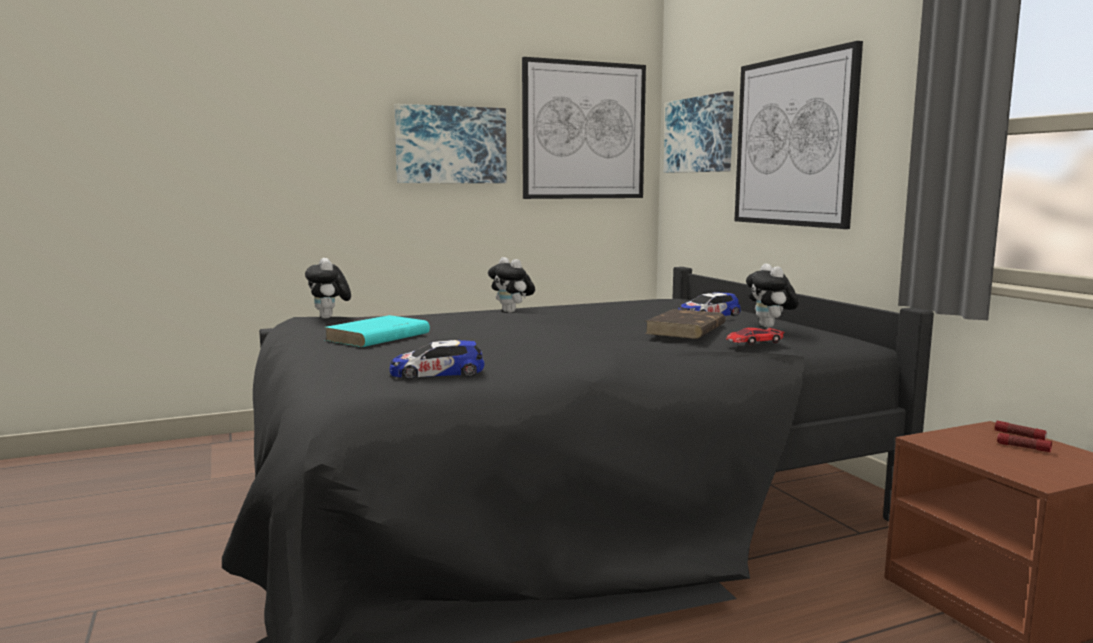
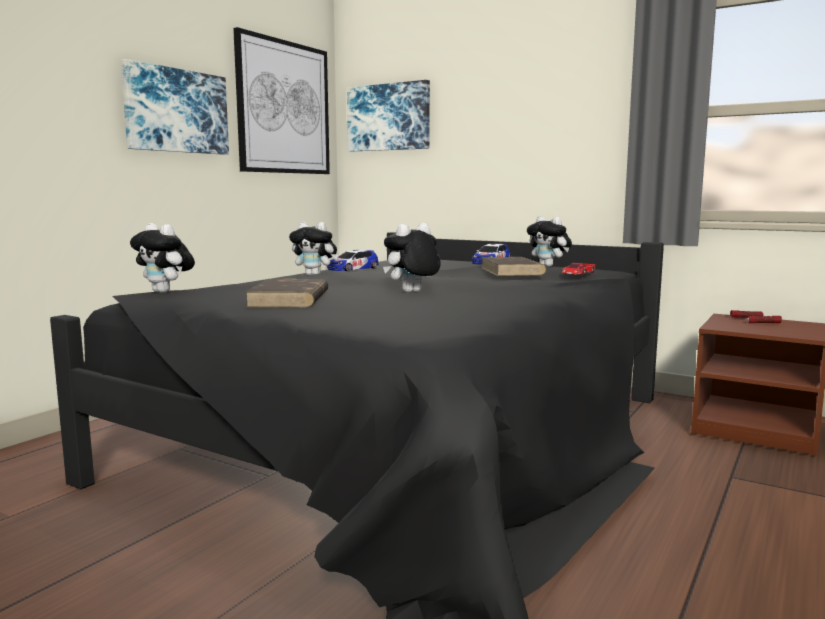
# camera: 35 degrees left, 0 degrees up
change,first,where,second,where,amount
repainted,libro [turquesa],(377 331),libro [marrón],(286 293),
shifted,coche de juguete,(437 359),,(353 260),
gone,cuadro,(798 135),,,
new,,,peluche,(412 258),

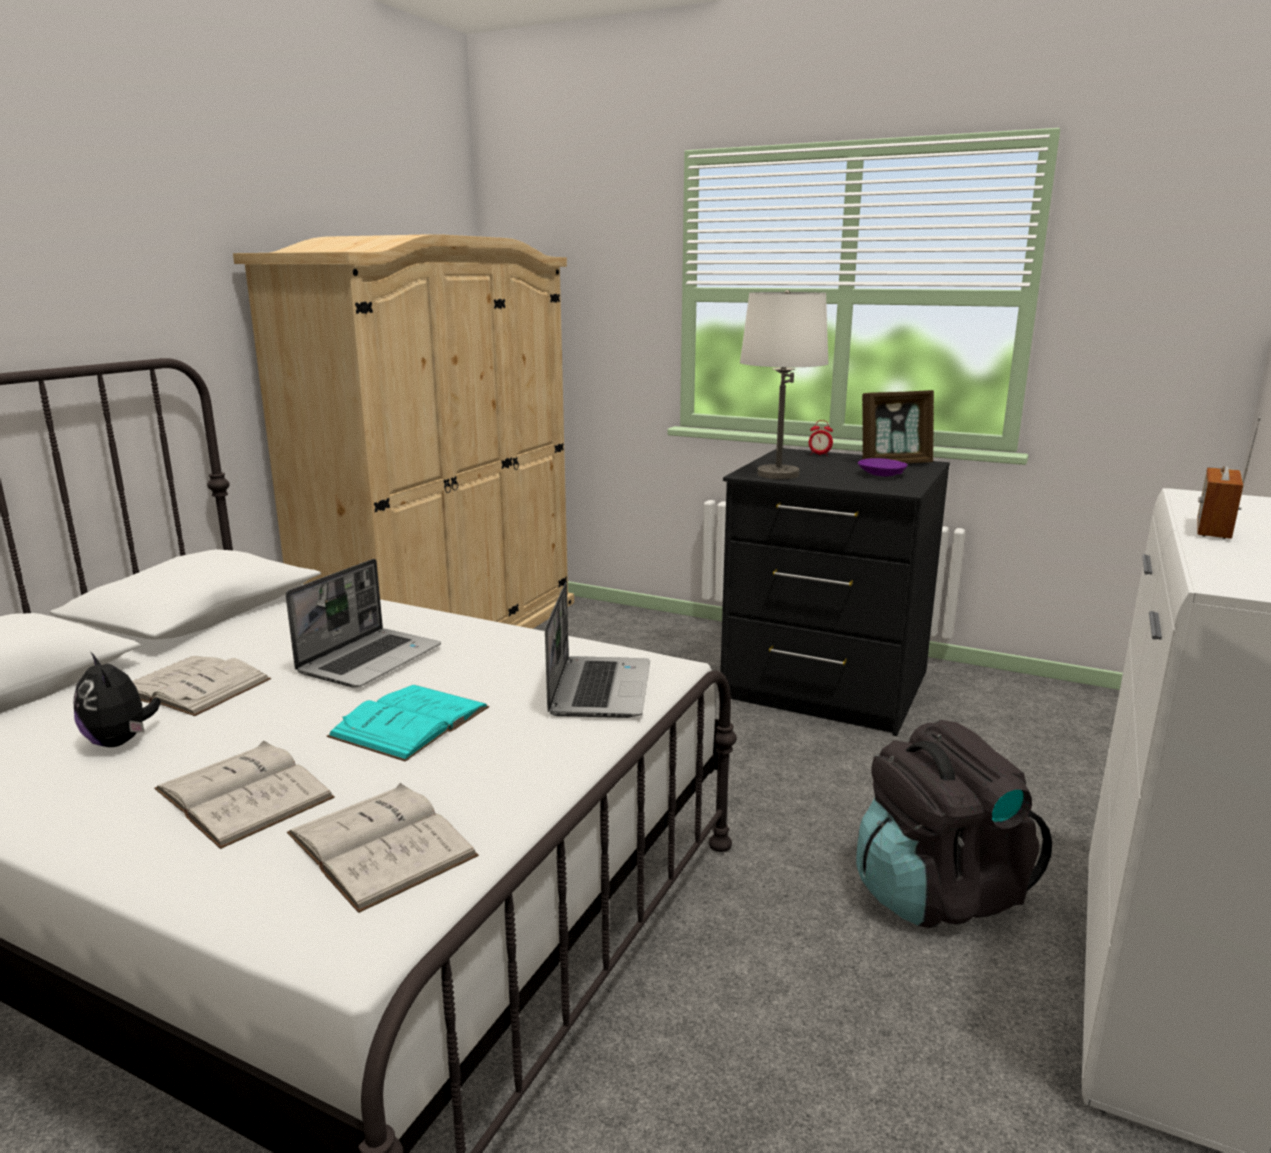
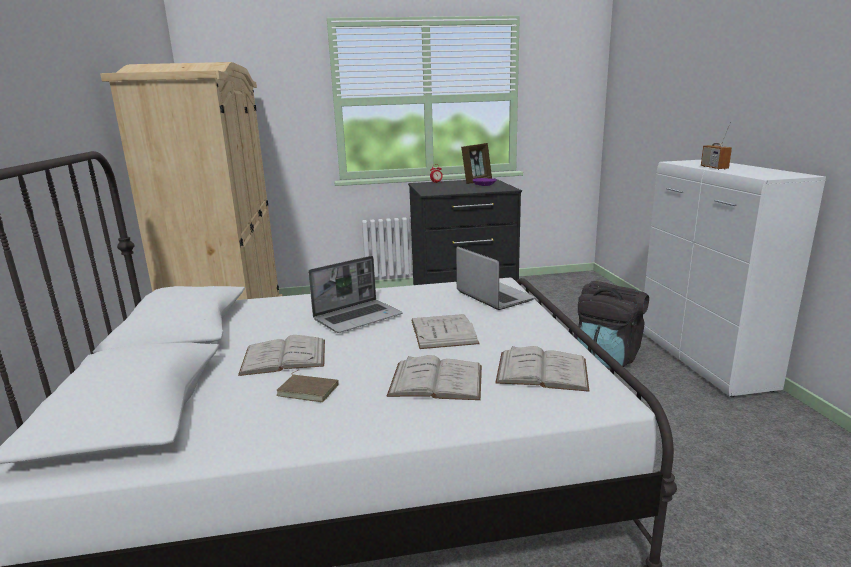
# camera: 35 degrees left, 0 degrees up
change,first,where,second,where,amount
swapped,peluche,(117 699),libro [marrón],(307 386),
rotated,portátil,(363 623),,(355 294),60 degrees clockwise
repainted,libro [turquesa],(408 723),libro [blanco],(445 331),
gone,lámpara de mesa [blanco],(784 384),,,

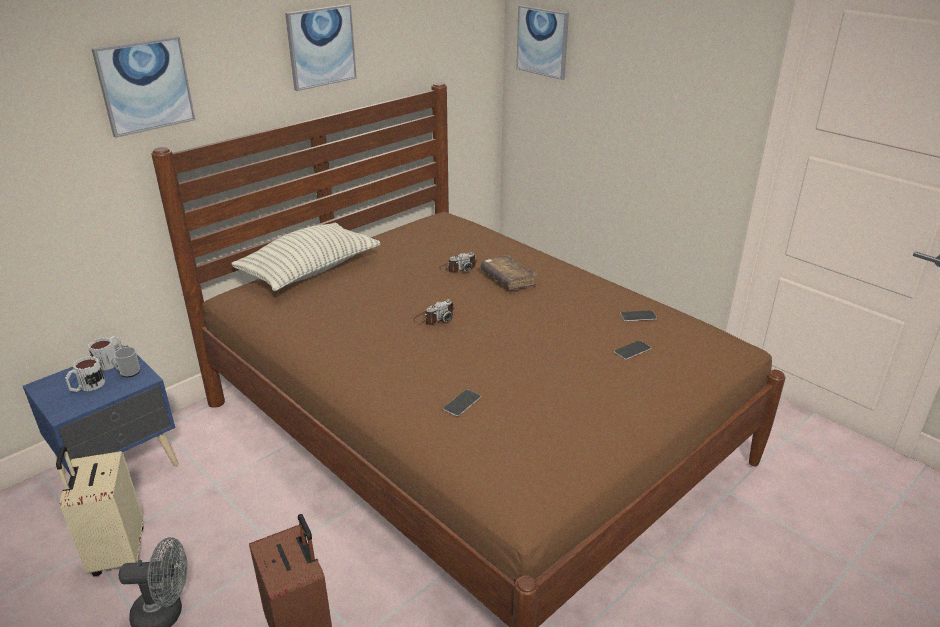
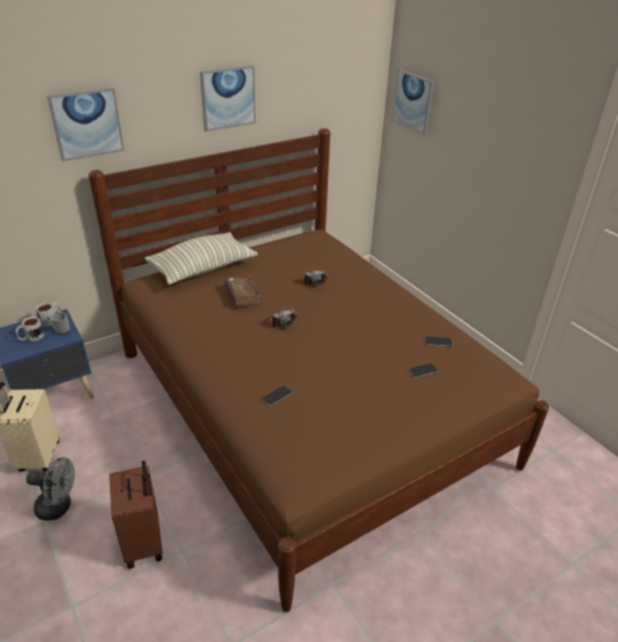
# camera: 10 degrees right, 5 degrees up
change,first,where,second,where,amount
shifted,libro [marrón],(509 272),,(243 291),

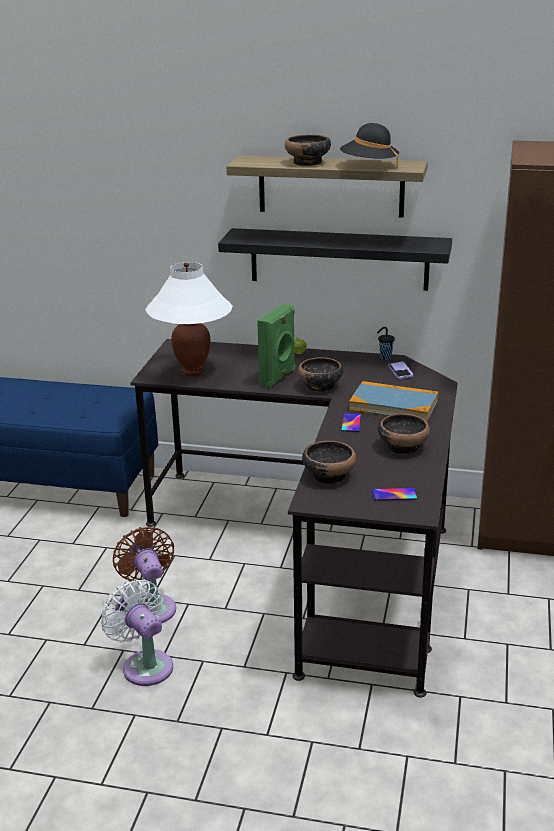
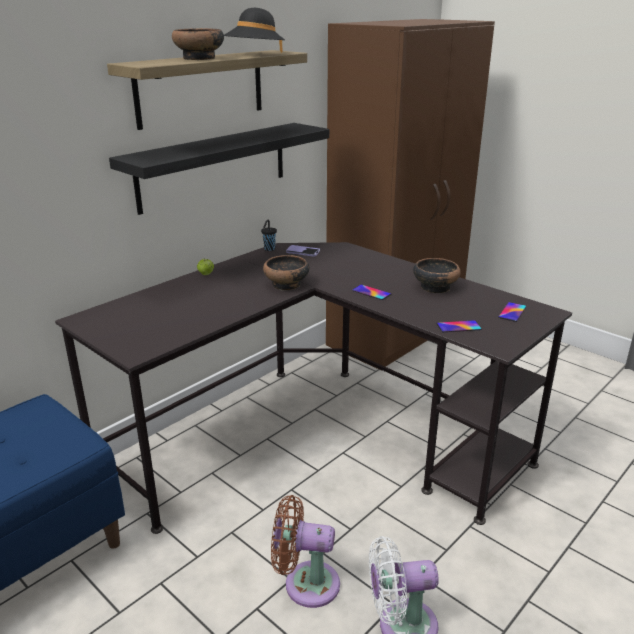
# camera: 60 degrees left, 0 degrees up
change,first,where,second,where,amount
gone,lámpara de mesa [blanco],(189 319),,,
gone,altavoz [verde],(276 346),,,
swapped,cuenco,(329 463),móvil,(459 326),
gone,libro,(394 401),,,

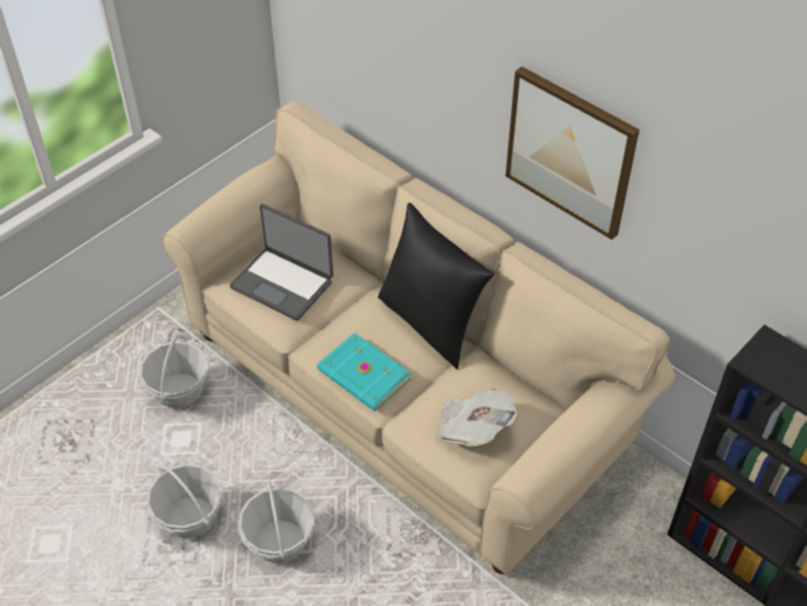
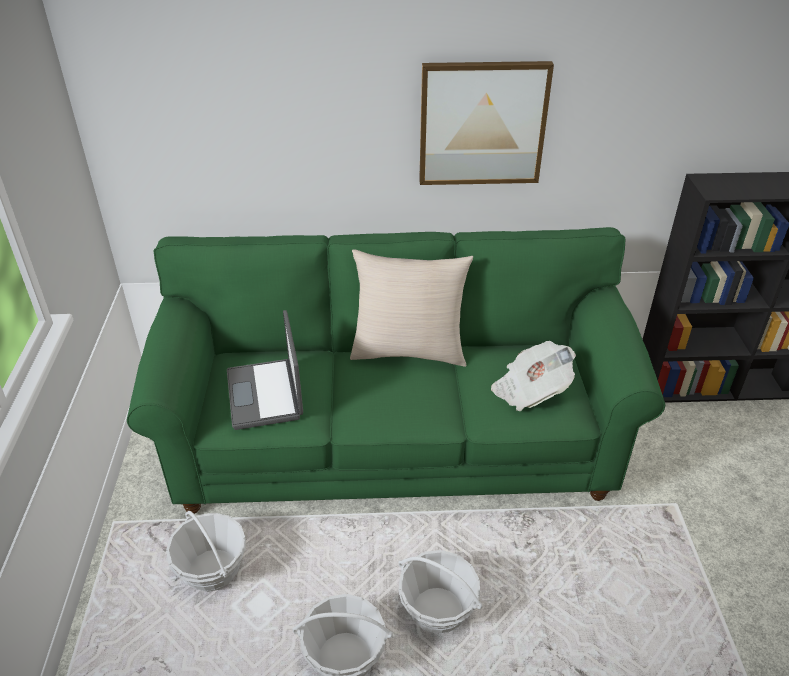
# camera: 45 degrees left, 10 degrees down
change,first,where,second,where,amount
repainted,sofá [beis],(418 338),sofá [verde],(396 370),
rotated,portátil,(281 262),,(265 370),90 degrees clockwise
gone,libro [turquesa],(364 372),,,
repainted,cojín [negro],(436 286),cojín [beis],(411 308),

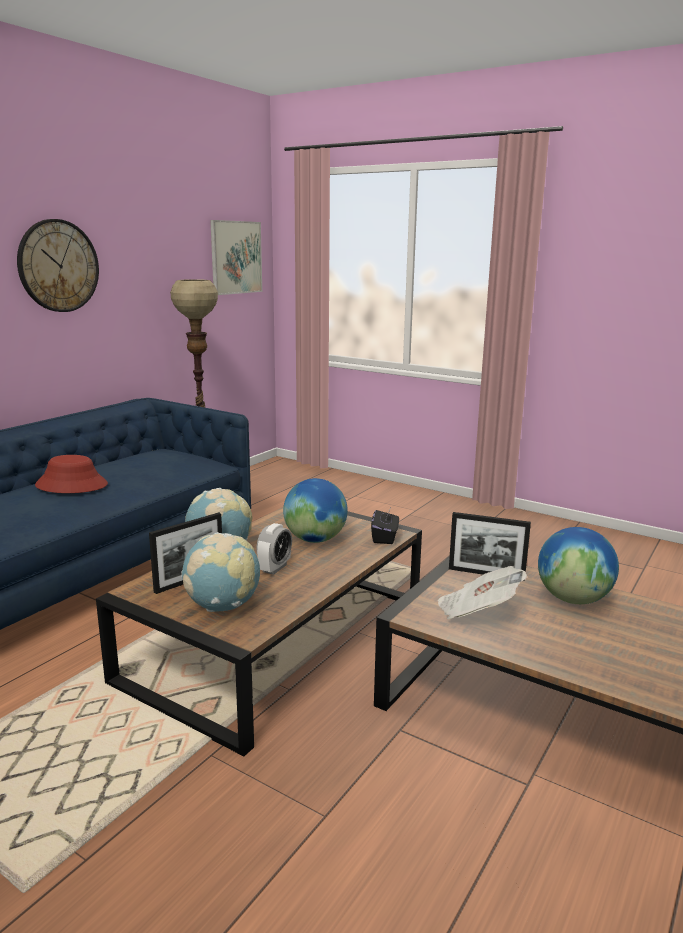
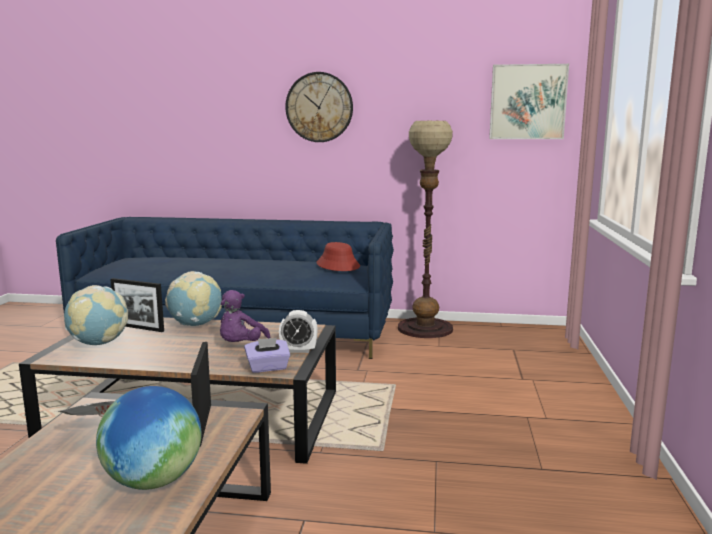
# camera: 65 degrees right, 5 degrees down
change,first,where,second,where,amount
shifted,sombrero [rojo],(71 474),,(338 256),
shifted,despertador,(274 549),,(298 331),
swapped,globo terráqueo,(315 510),peluche [morado],(245 316),
repainted,caja de pañuelos [negro],(385 527),caja de pañuelos [morado],(267 355),

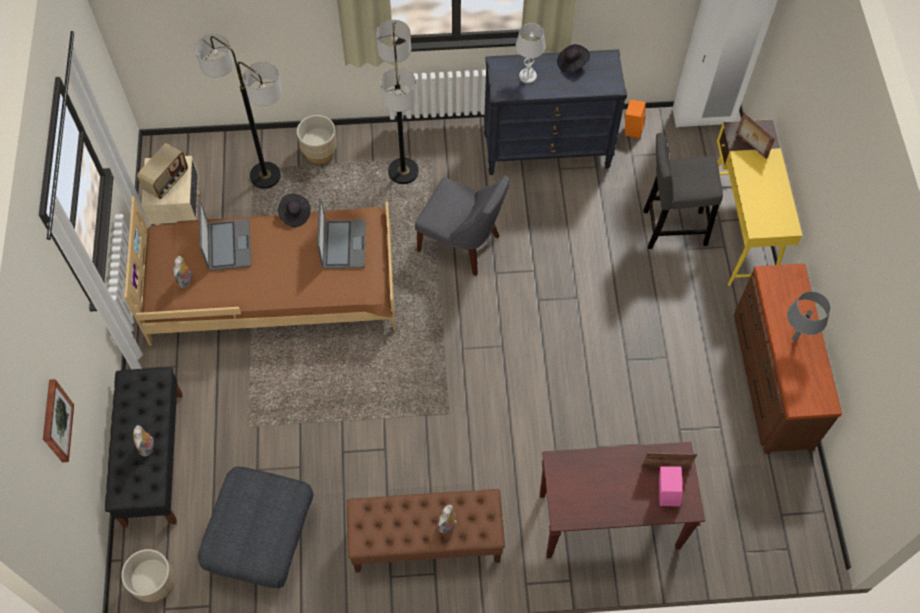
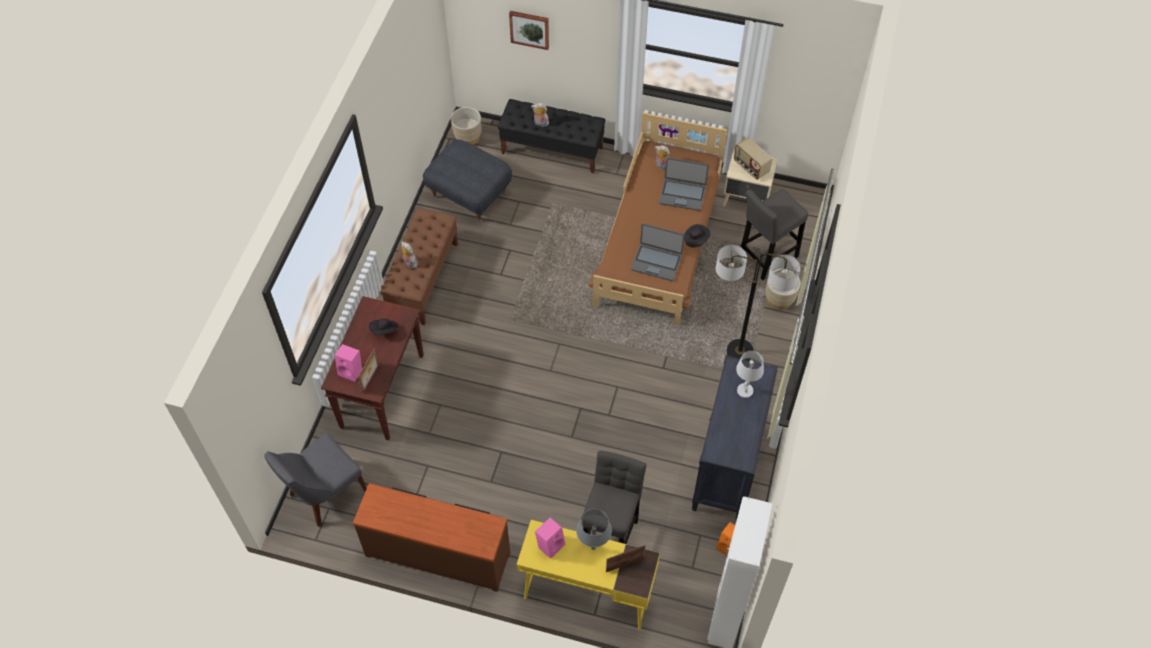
# camera: 110 degrees right, 5 degrees down
change,first,where,second,where,amount
swapped,lámpara de pie,(238 111),taburete [gris],(774 234),
shifted,silla [gris],(462 225),,(315 480),
shifted,sombrero [negro],(573 58),,(383 326),
shifted,lámpara de mesa [gris],(809 316),,(594 529),
new,,,altavoz [rosa],(550 538),

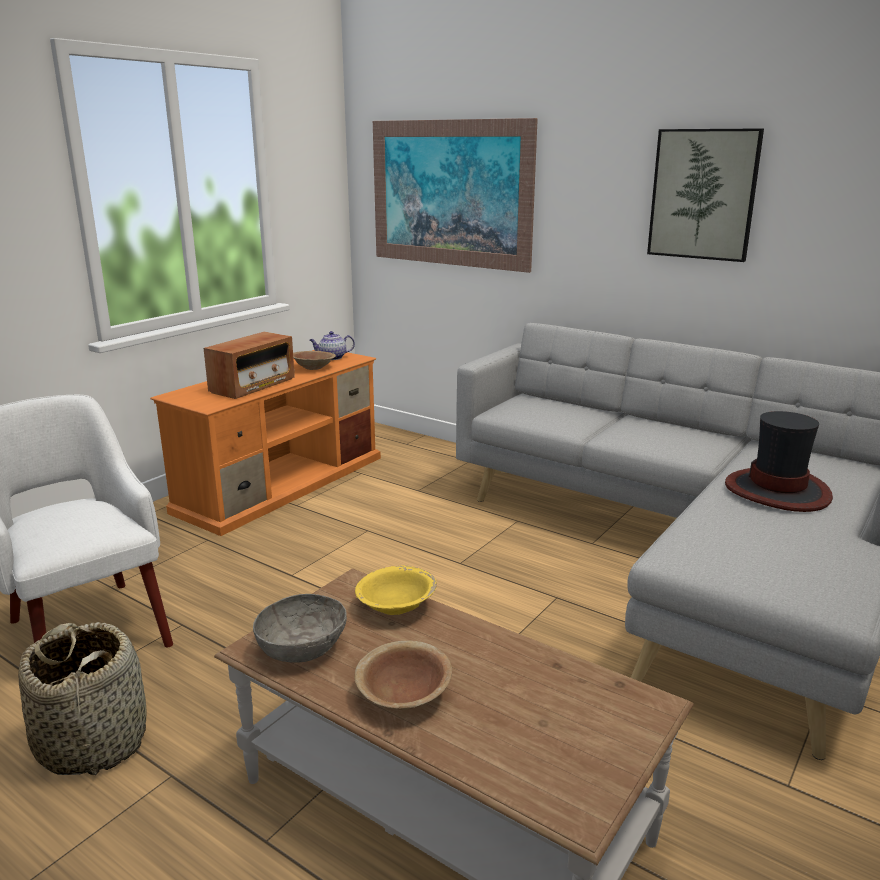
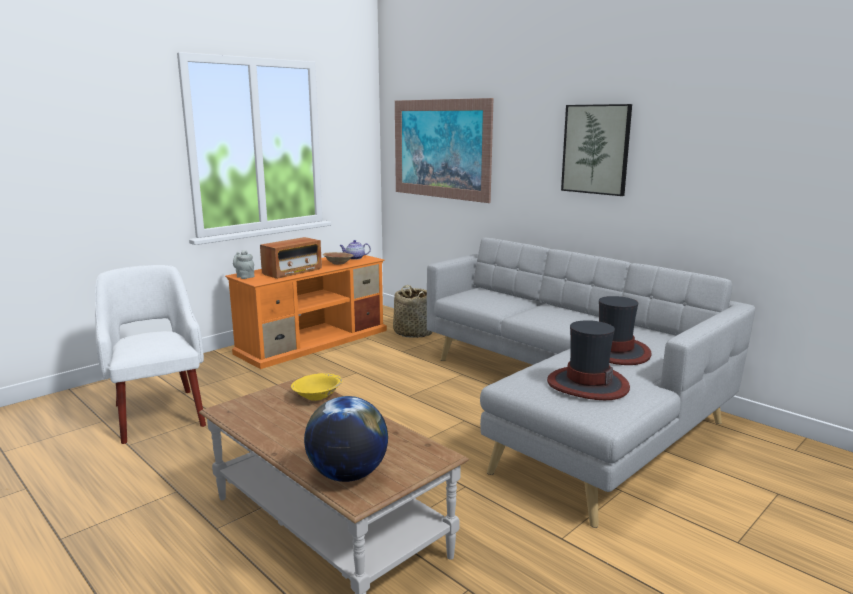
# camera: 10 degrees right, 5 degrees down
change,first,where,second,where,amount
shifted,cesta,(82 698),,(412 311),
gone,cuenco [gris],(300 628),,,
gone,cuenco [marrón],(403 675),,,
new,,,tetera [gris],(244 264),
new,,,globo terráqueo,(346 439),
new,,,sombrero,(588 360),

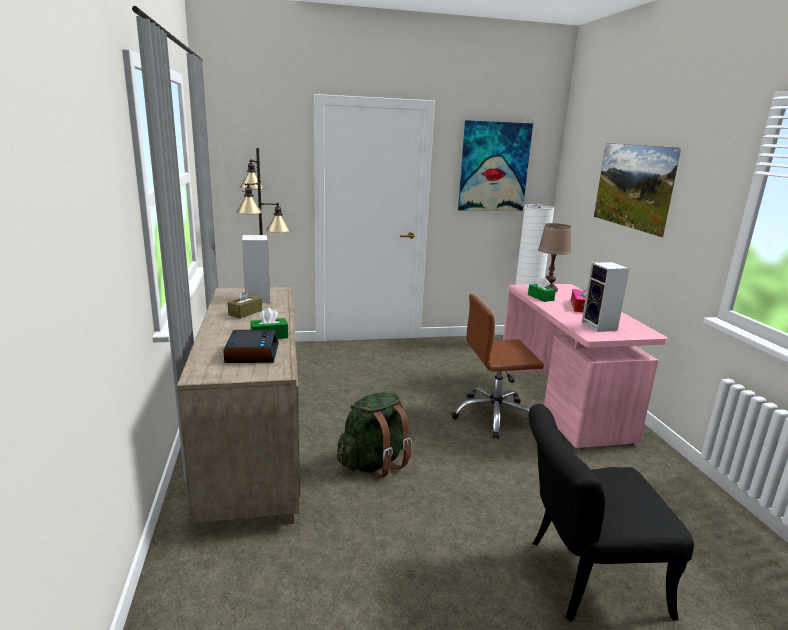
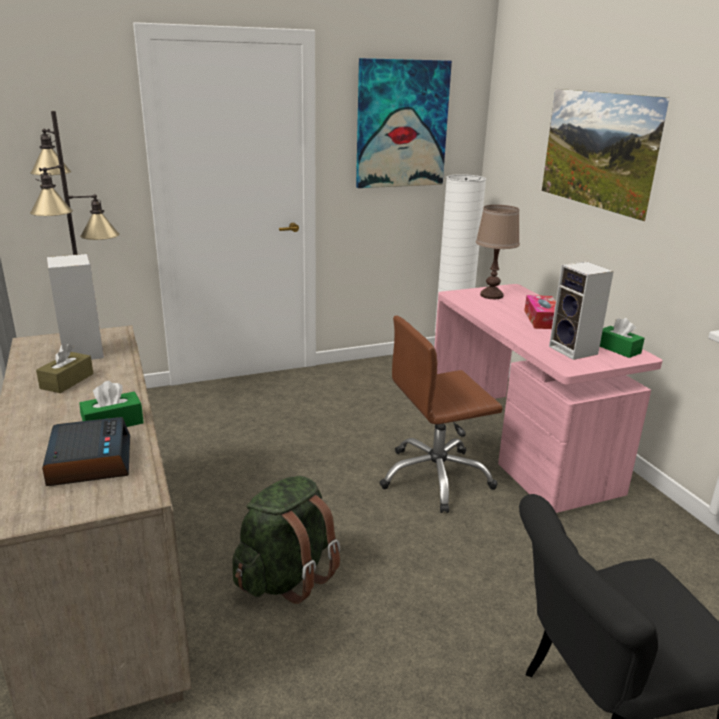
# camera: 10 degrees left, 5 degrees up
change,first,where,second,where,amount
shifted,caja de pañuelos [verde],(542 289),,(622 338),

